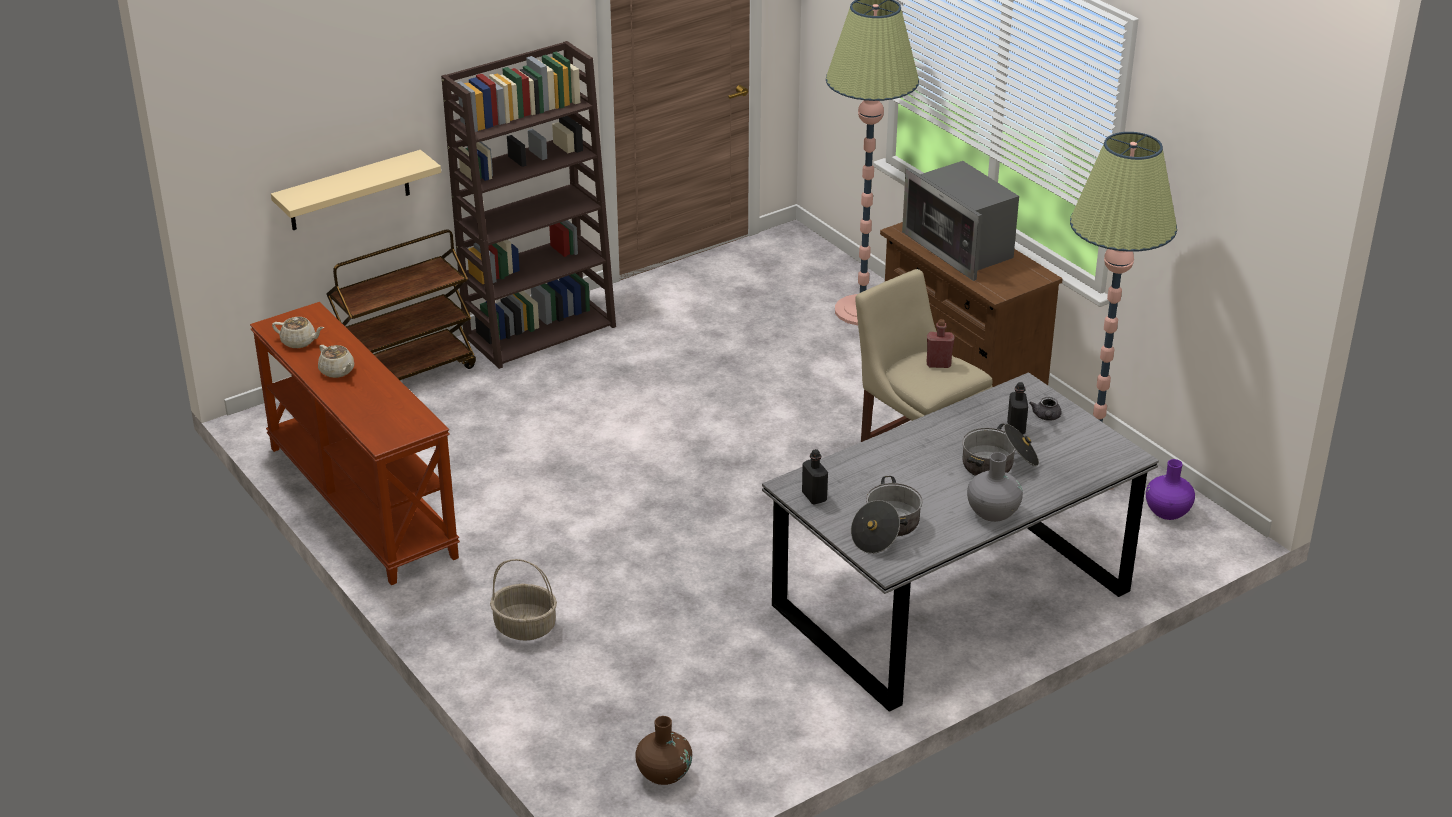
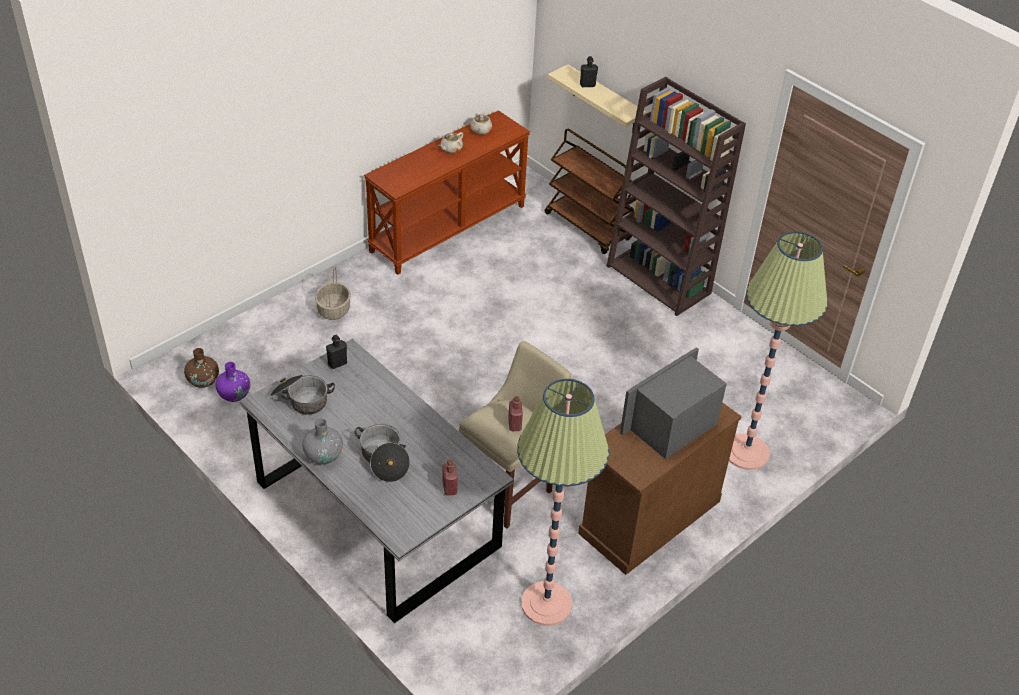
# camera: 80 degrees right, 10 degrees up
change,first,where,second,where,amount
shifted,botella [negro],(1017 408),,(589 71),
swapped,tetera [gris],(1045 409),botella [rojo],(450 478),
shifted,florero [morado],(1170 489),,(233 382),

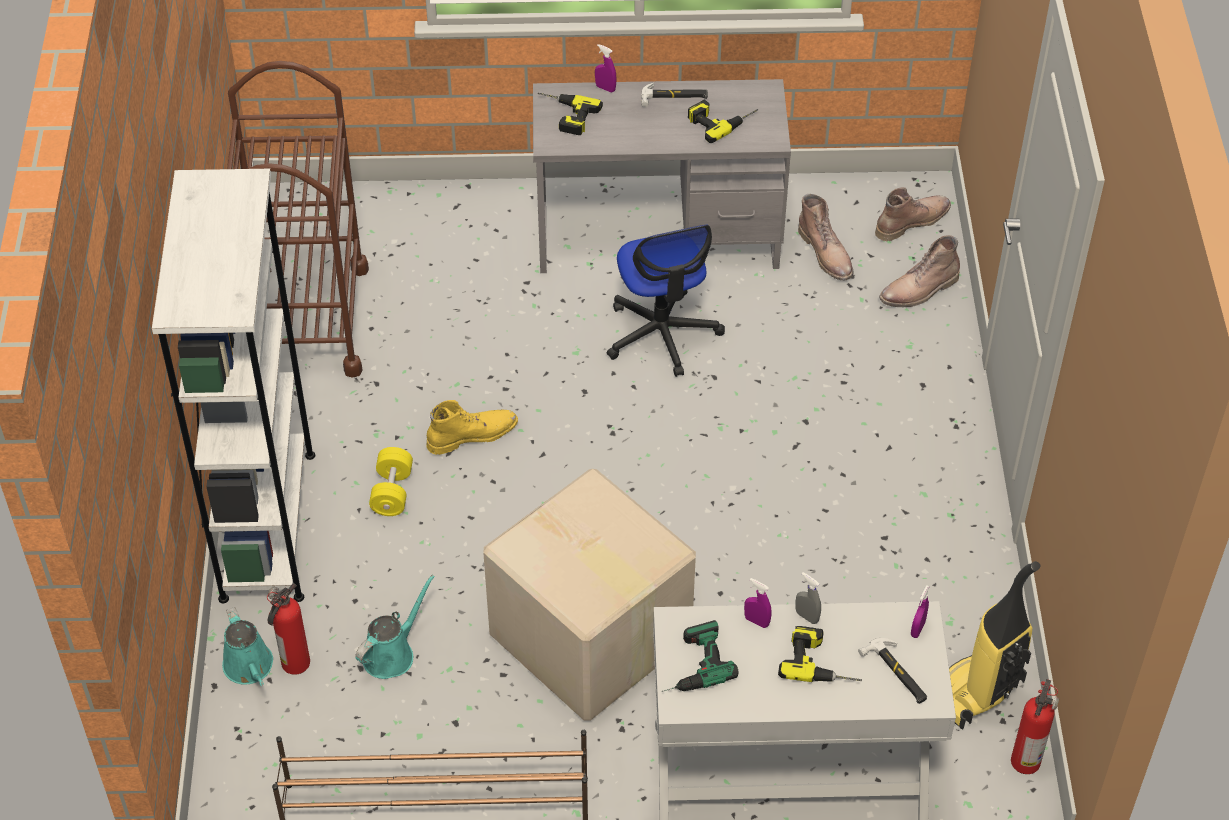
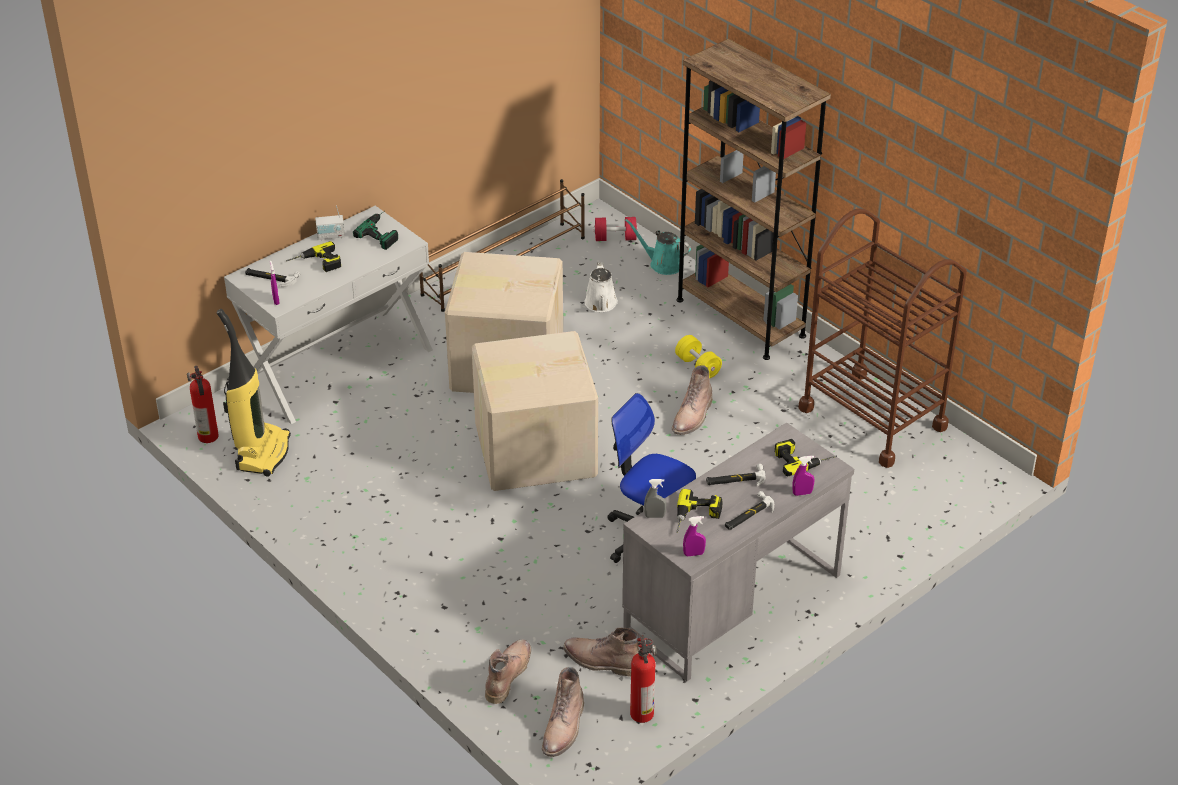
# camera: 140 degrees right, 10 degrees down
change,first,where,second,where,amount
repainted,estantería [blanco],(233 386),estantería [marrón],(753 199),
shifted,extintor,(288 629),,(643 679),
repainted,regadera [turquesa],(395 627),regadera [blanco],(601 287),
repainted,bota [amarillo],(472 427),bota [marrón],(692 400),
shifted,pulverizador [morado],(757 603),,(694 536),
shifted,pulverizador [gris],(808 598),,(655 498),
new,,,radio,(330 222),
new,,,caja de cartón,(535 411),
new,,,mancuerna [rojo],(616 229),
new,,,martillo,(736 475),

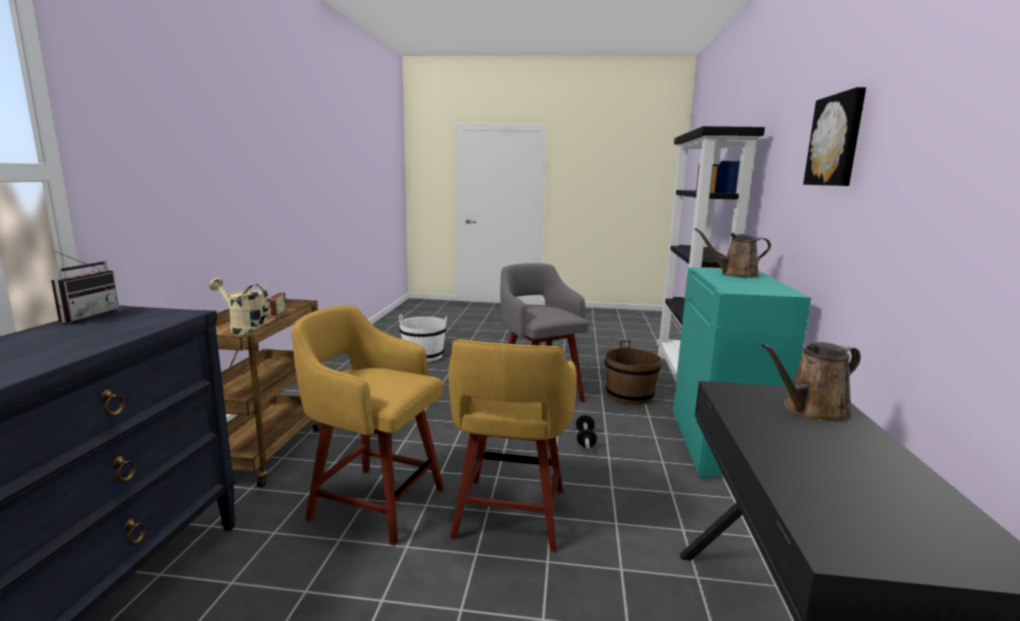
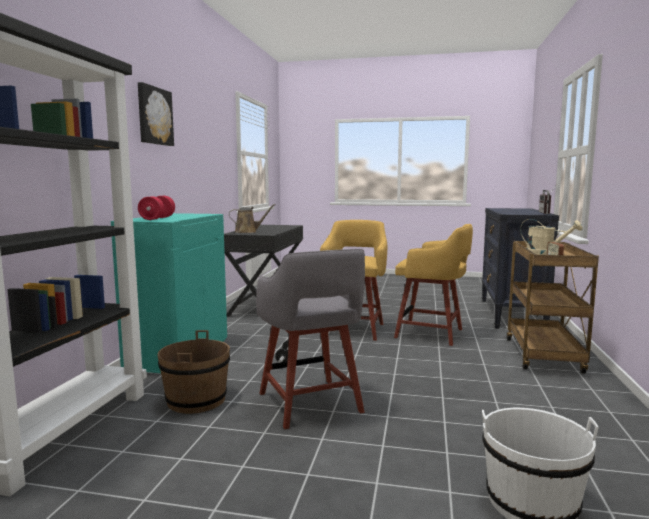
# camera: 175 degrees left, 5 degrees down
change,first,where,second,where,amount
swapped,regadera [marrón],(732 253),mancuerna [rojo],(156 208),

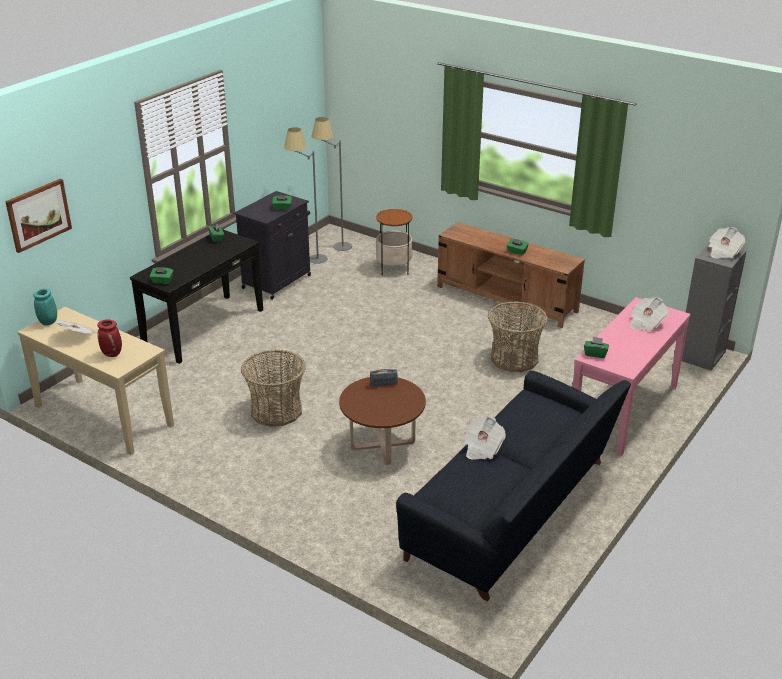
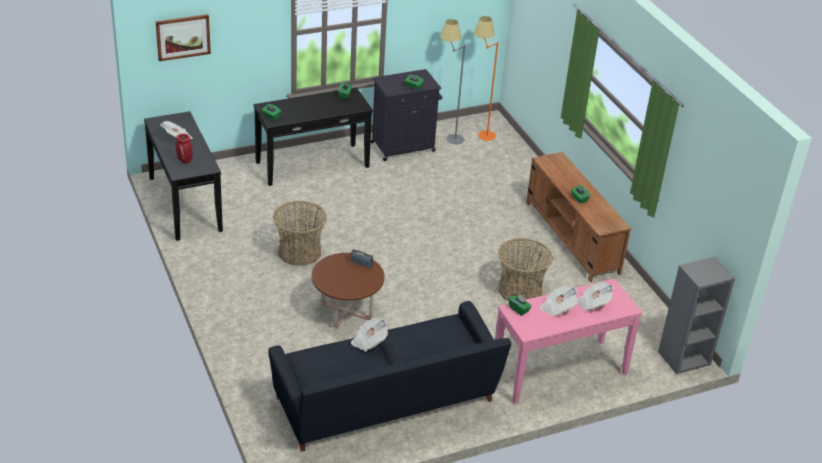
# camera: 30 degrees right, 5 degrees up
change,first,where,second,where,amount
repainted,mesa consola [beis],(96 381),mesa consola [negro],(183 176),
gone,florero [turquesa],(45 307),,,
repainted,lámpara de pie [gris],(332 184),lámpara de pie [naranja],(486 78),
gone,mesa auxiliar,(394 242),,,
shifted,periódico,(727 243),,(559 301),

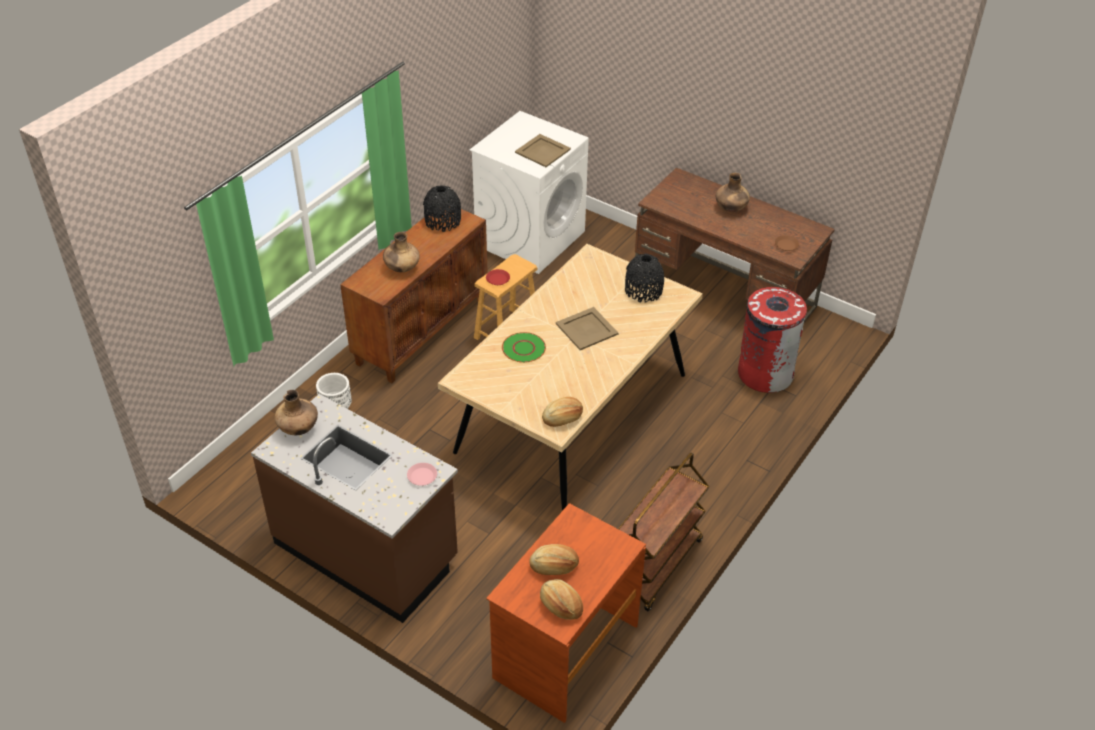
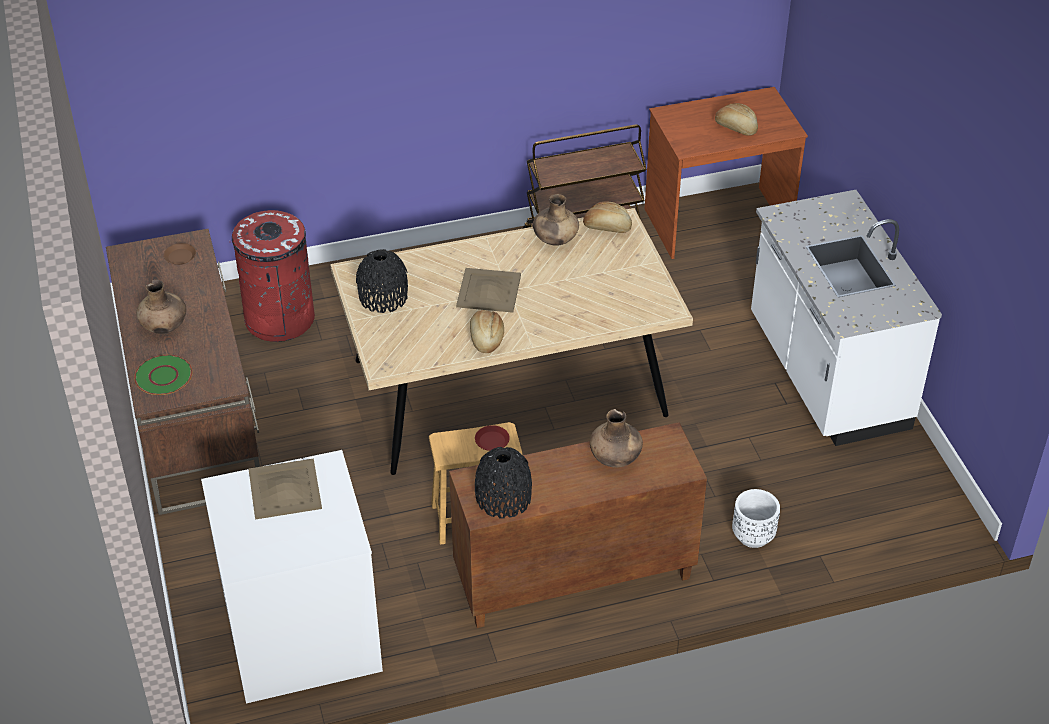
# camera: 140 degrees left, 0 degrees up
change,first,where,second,where,amount
repainted,mueble bajo de cocina [marrón],(354 508),mueble bajo de cocina [blanco],(846 318),
shifted,florero [marrón],(296 412),,(556 220),
gone,plato [rosa],(422 474),,,
shifted,plato [verde],(524 347),,(163 375),
shifted,pan,(561 599),,(487 331),

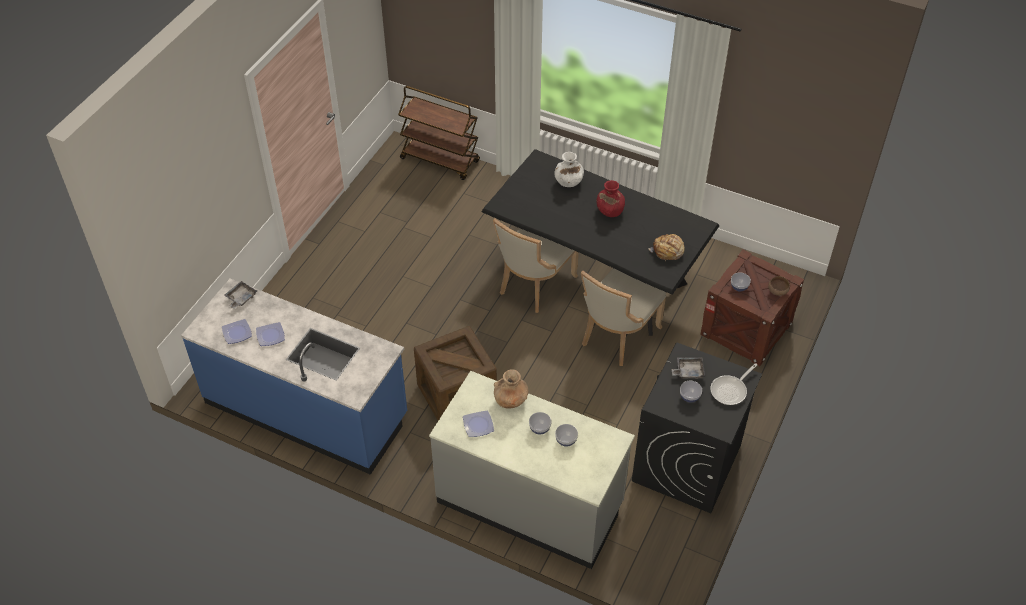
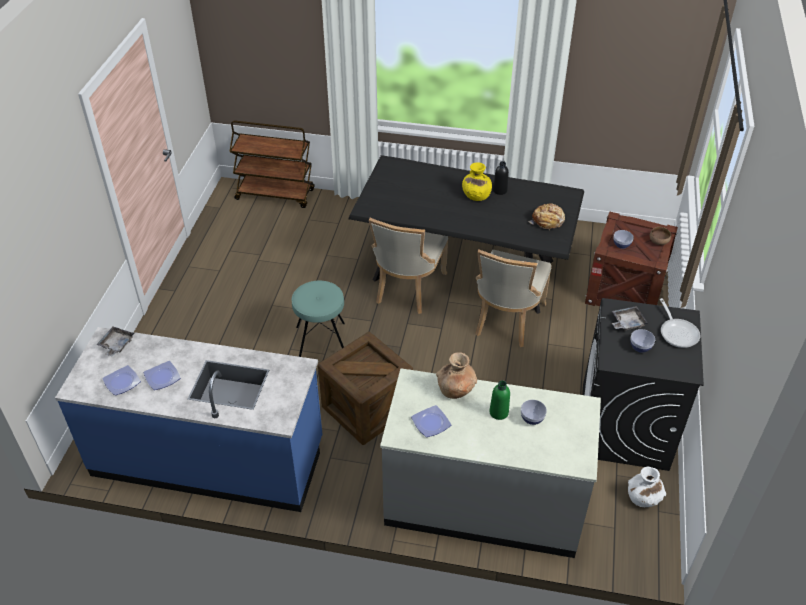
# camera: 15 degrees left, 5 degrees down
change,first,where,second,where,amount
swapped,cuenco,(540 423),botella [verde],(499 400),
shifted,florero [blanco],(569 169),,(647 487),
repainted,florero [rojo],(611 198),florero [amarillo],(477 181),
rotated,sartén,(733 384),,(680 323),45 degrees counterclockwise
new,,,taburete [turquesa],(318 319),
new,,,botella [negro],(501 178),

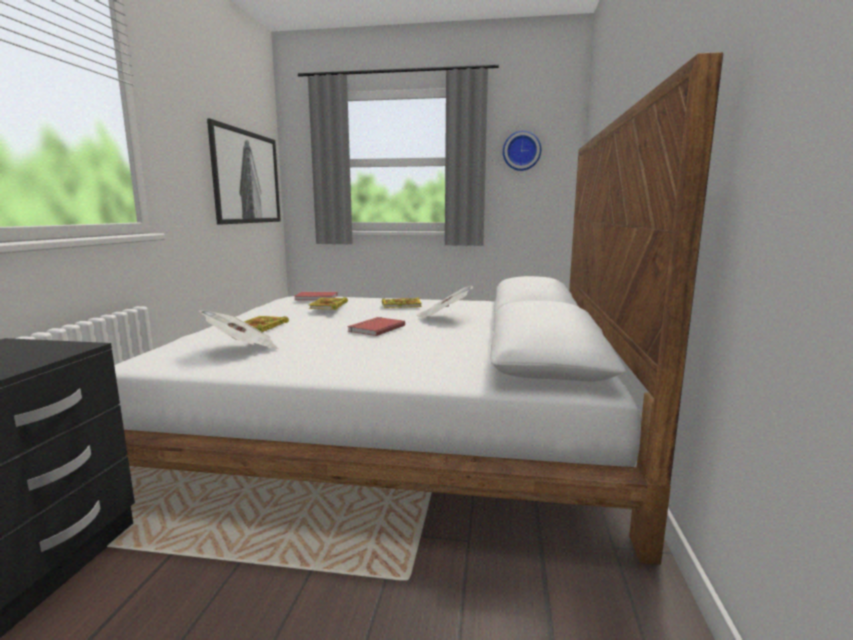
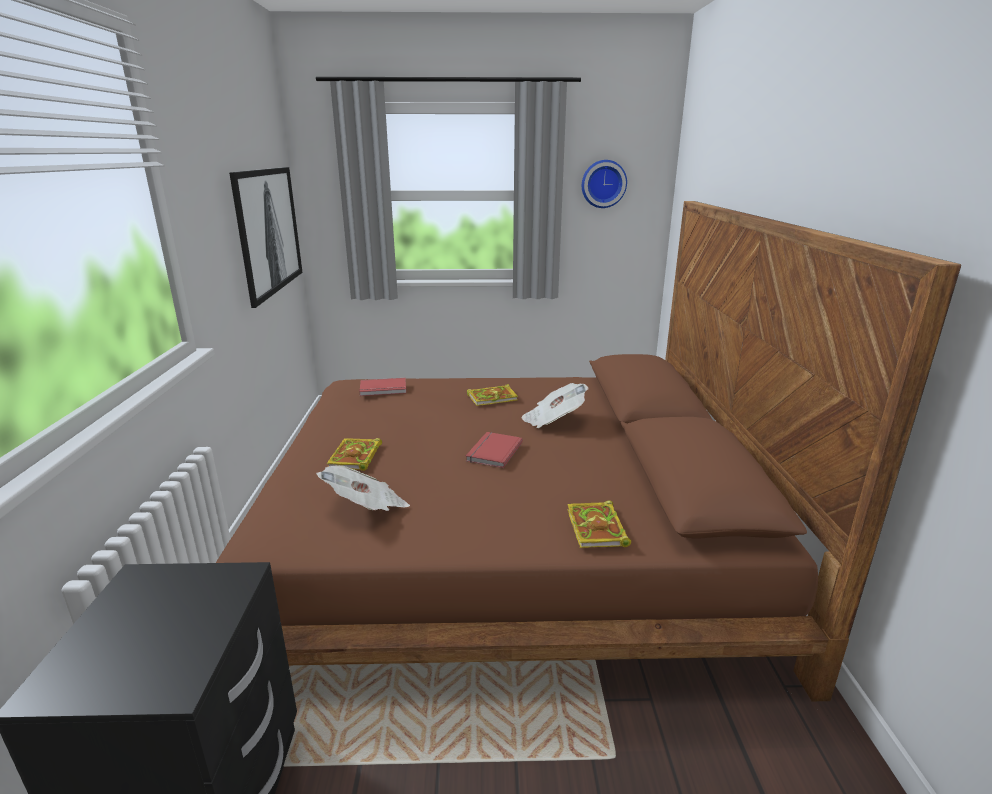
# camera: 10 degrees left, 10 degrees up
change,first,where,second,where,amount
repainted,cama [blanco],(418 308),cama [marrón],(588 451),
shifted,libro,(328 303),,(599 524),

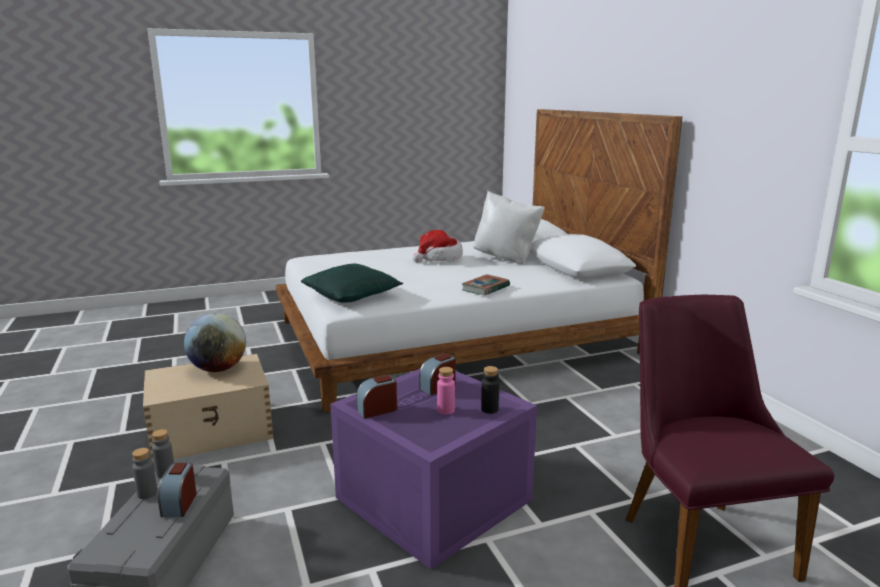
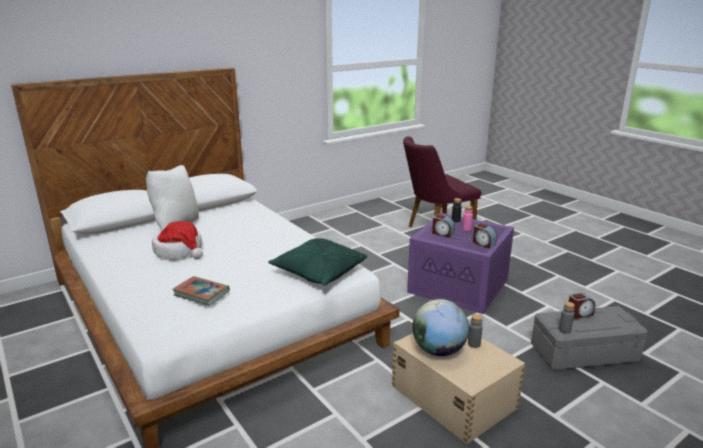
# camera: 105 degrees left, 5 degrees up
change,first,where,second,where,amount
shifted,botella [gris],(144 473),,(475 331),
shifted,libro,(486 284),,(201 291),

